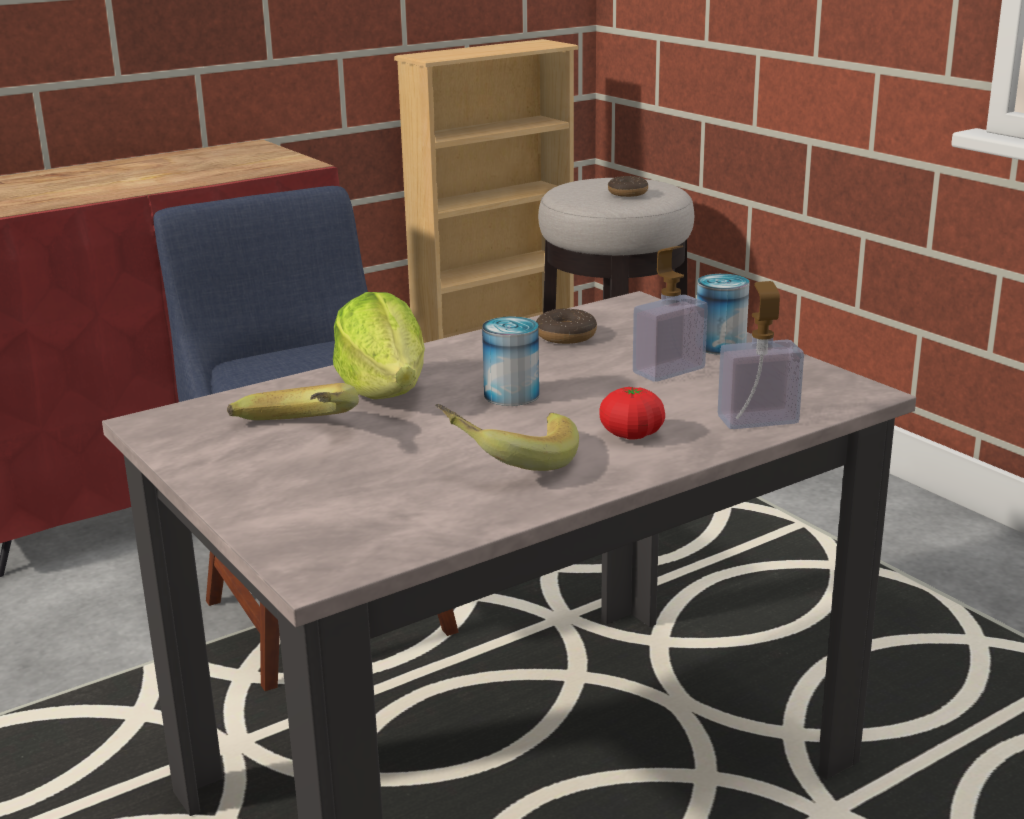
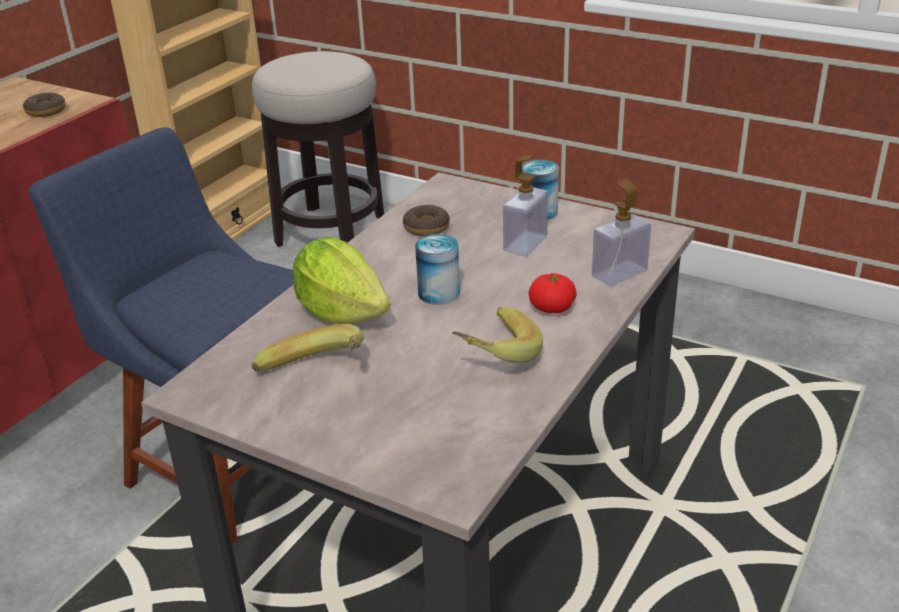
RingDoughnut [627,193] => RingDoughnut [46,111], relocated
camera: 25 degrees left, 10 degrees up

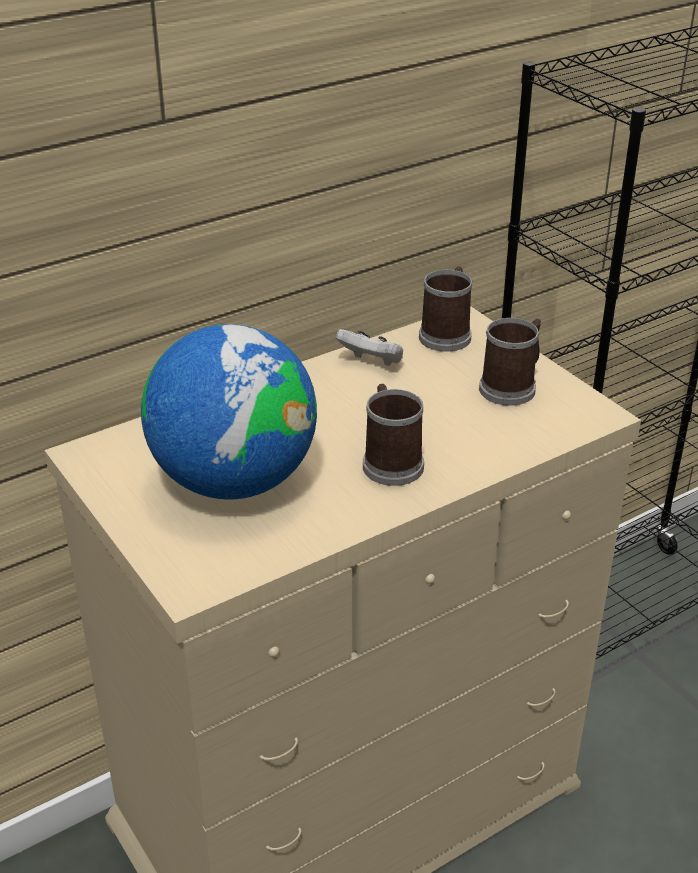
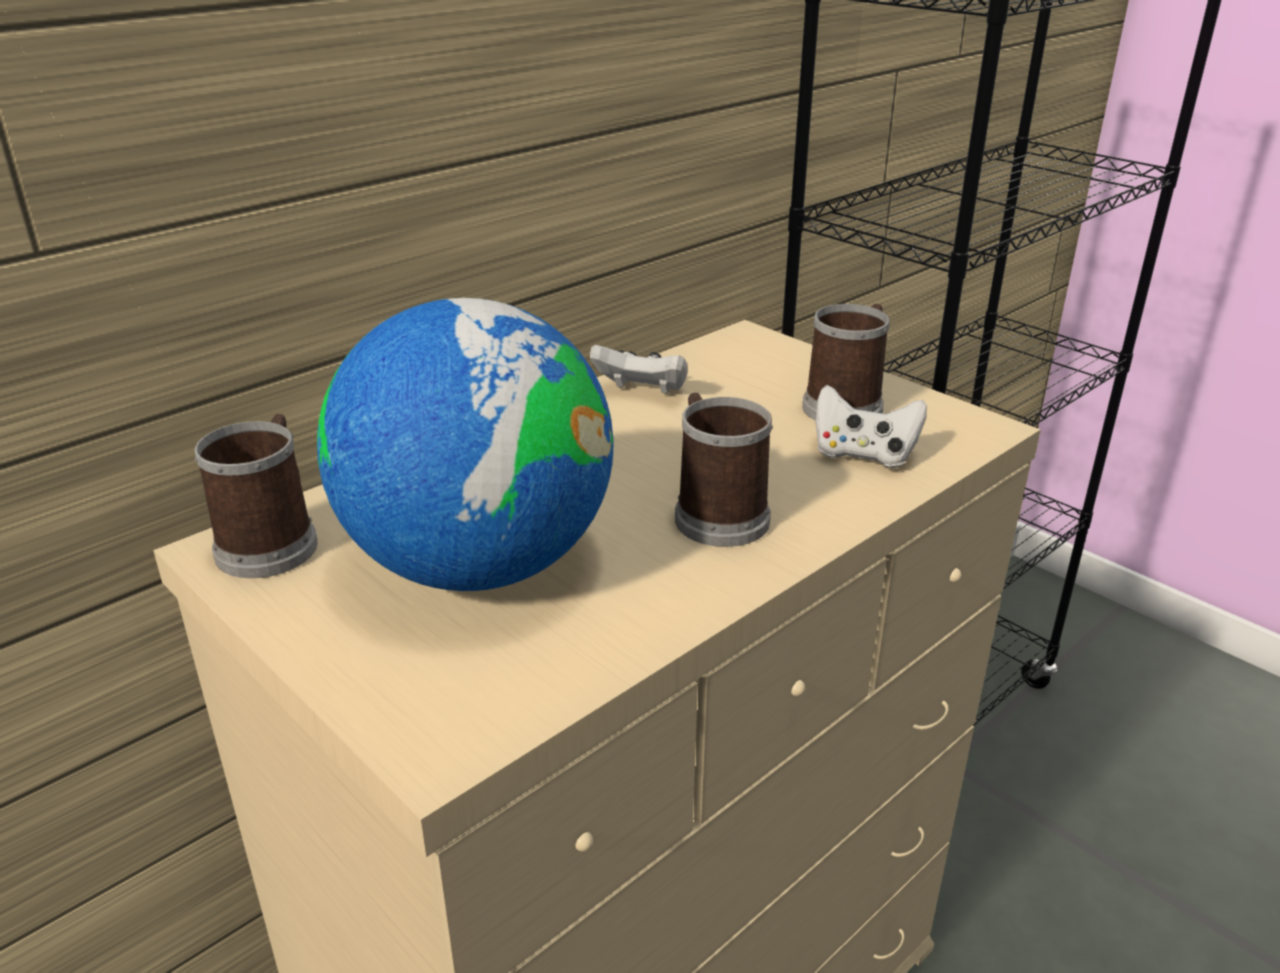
Mug [447,334] => Mug [272,542], relocated
nothing => WhiteJoypad [863,455]
camera: 10 degrees left, 5 degrees down

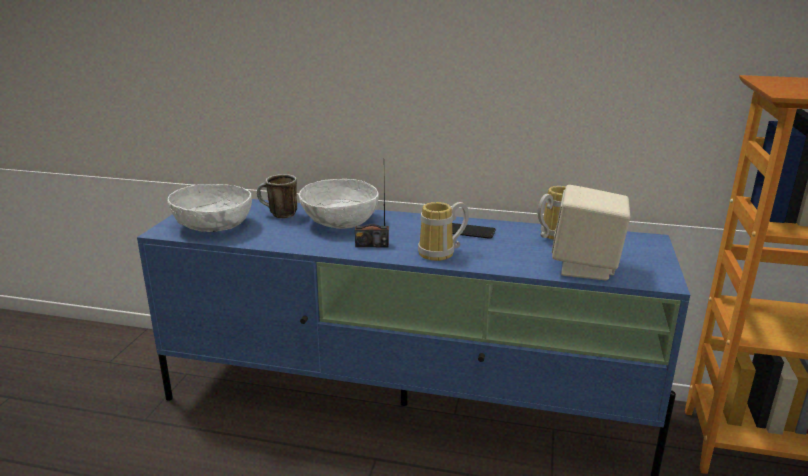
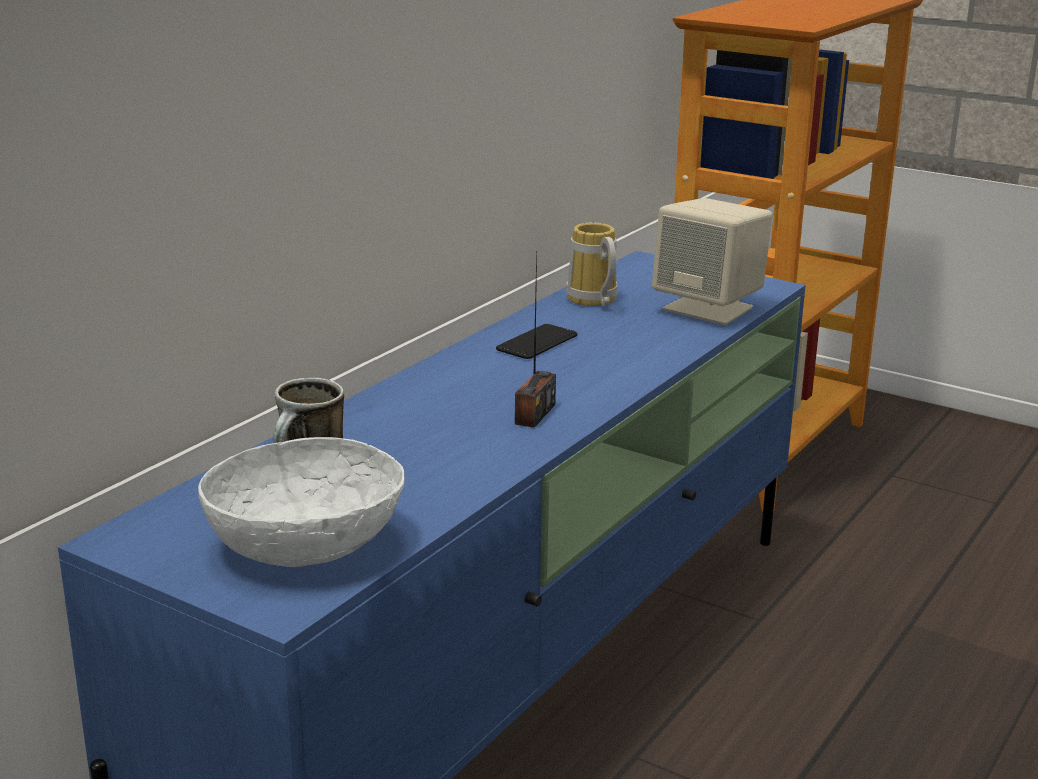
WhiteServingBowl [340,221] => nothing
Mug [441,254] => nothing
camera: 70 degrees left, 0 degrees up

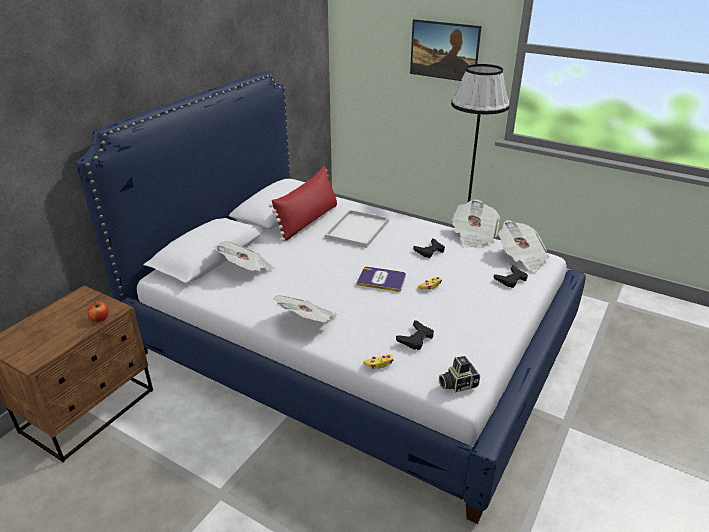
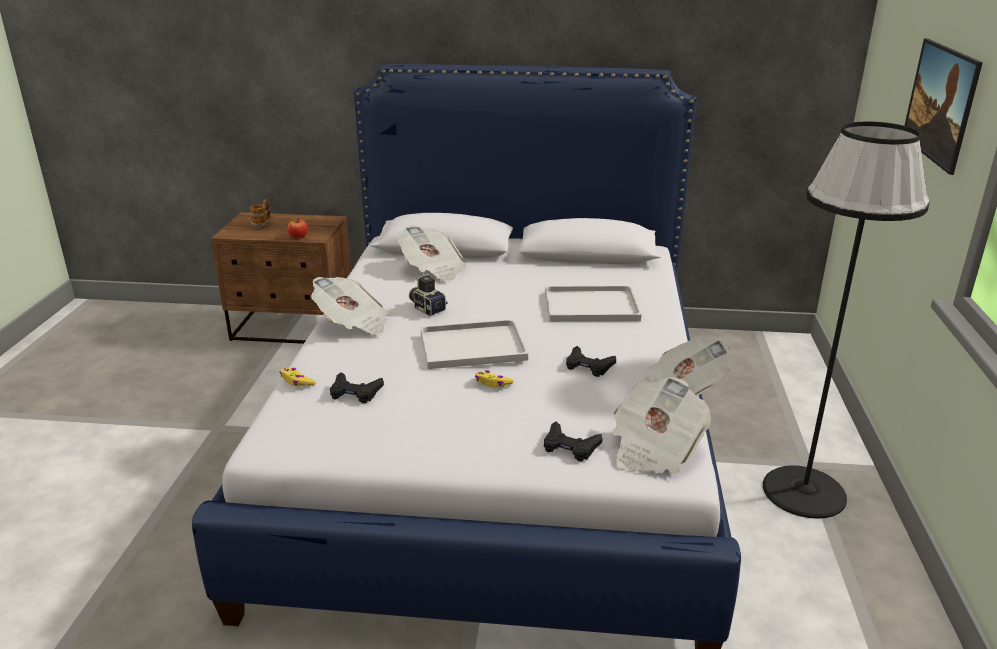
RedColouredCushion [308,221] => nothing
Volume [381,280] => WhiteServingTray [474,345]
PhotoCamera [457,384] => PhotoCamera [427,308], relocated
nothing => Mug [262,224]
camera: 65 degrees right, 5 degrees down

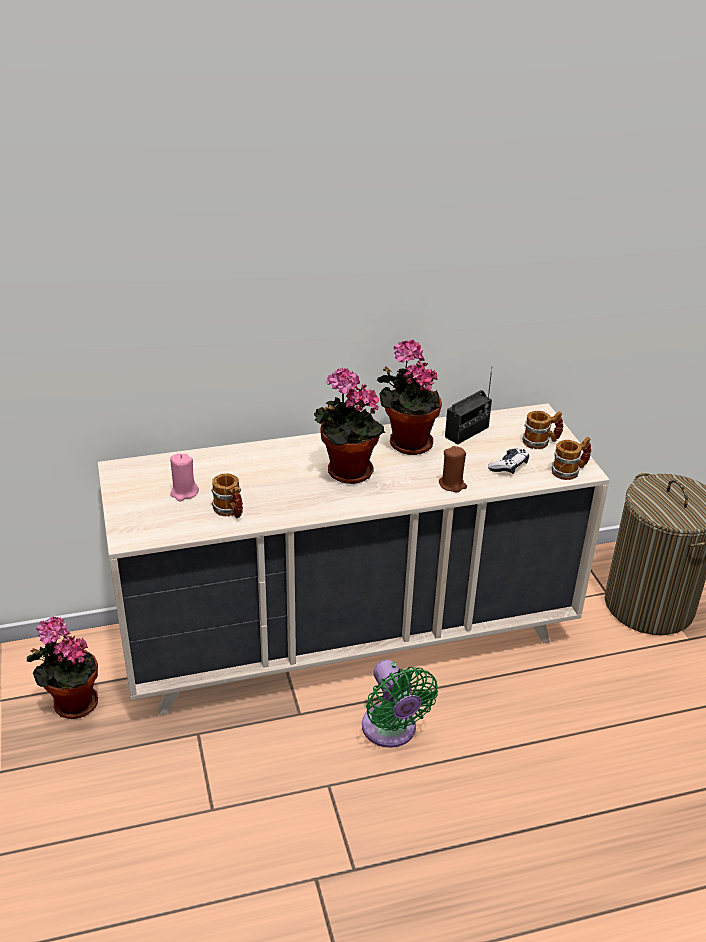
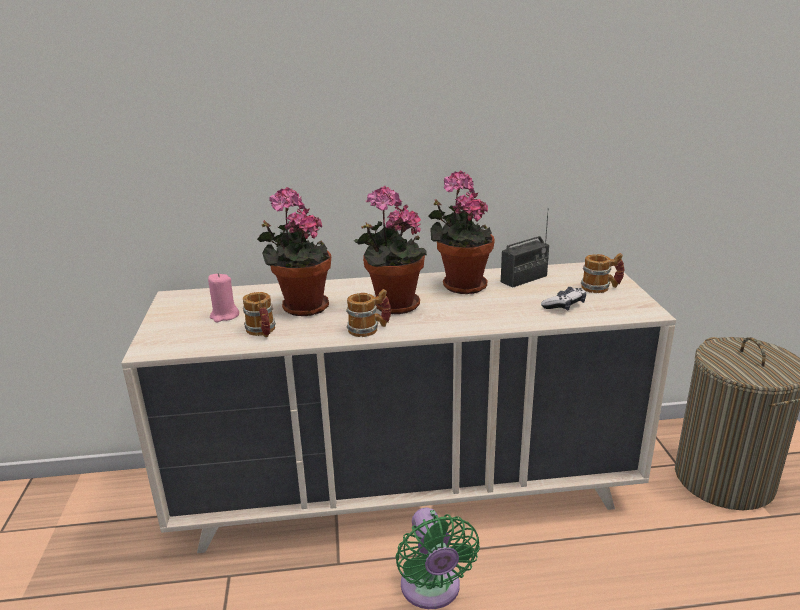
Houseplant [71,704] => Houseplant [301,307], relocated
BrownColouredWaxCandle [452,485] => nothing
Mug [570,471] => Mug [369,329], relocated
camera: 10 degrees right, 10 degrees down

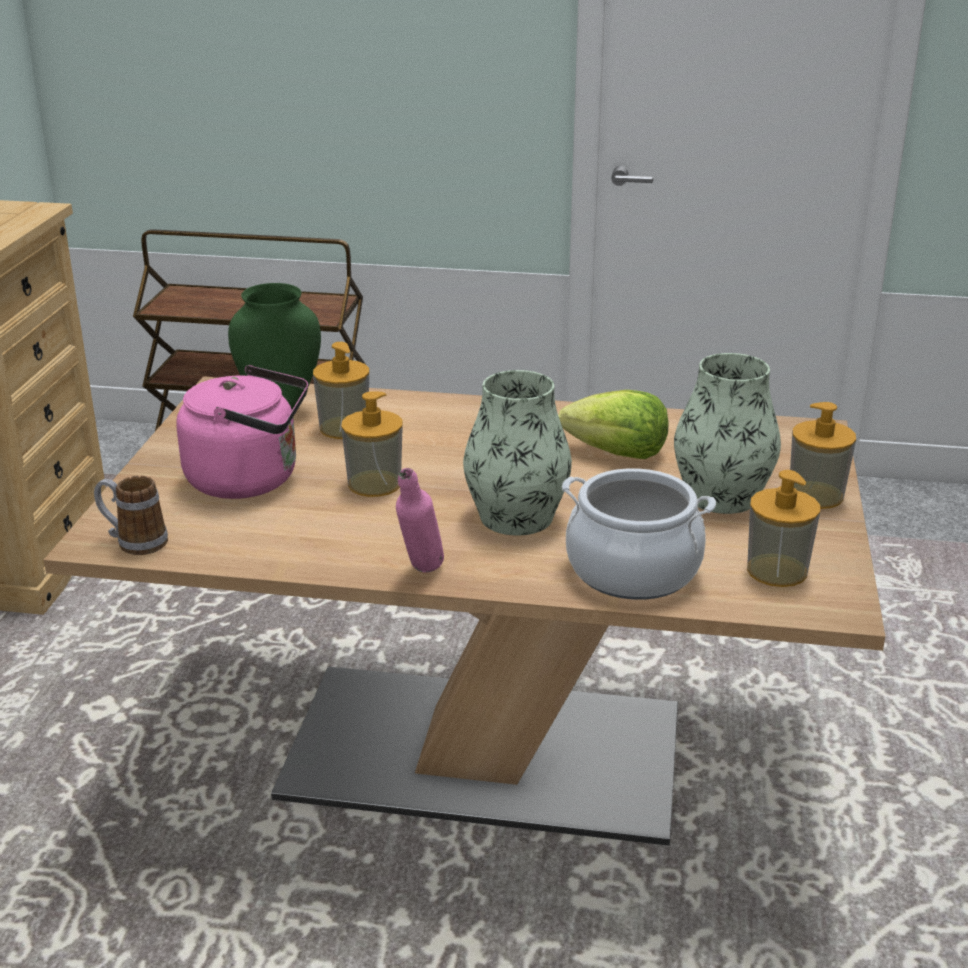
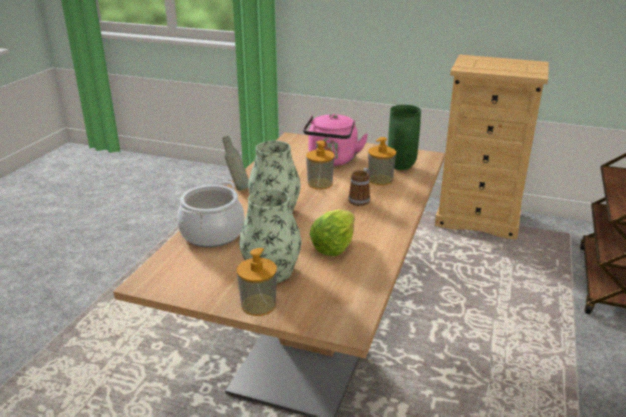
Mug [134,542] => Mug [361,199], relocated
PinkColouredBeverageBottle [420,574] => GreyBeverageBottle [237,188]
SoapDispenser [777,570] => nothing
camera: 100 degrees right, 0 degrees up

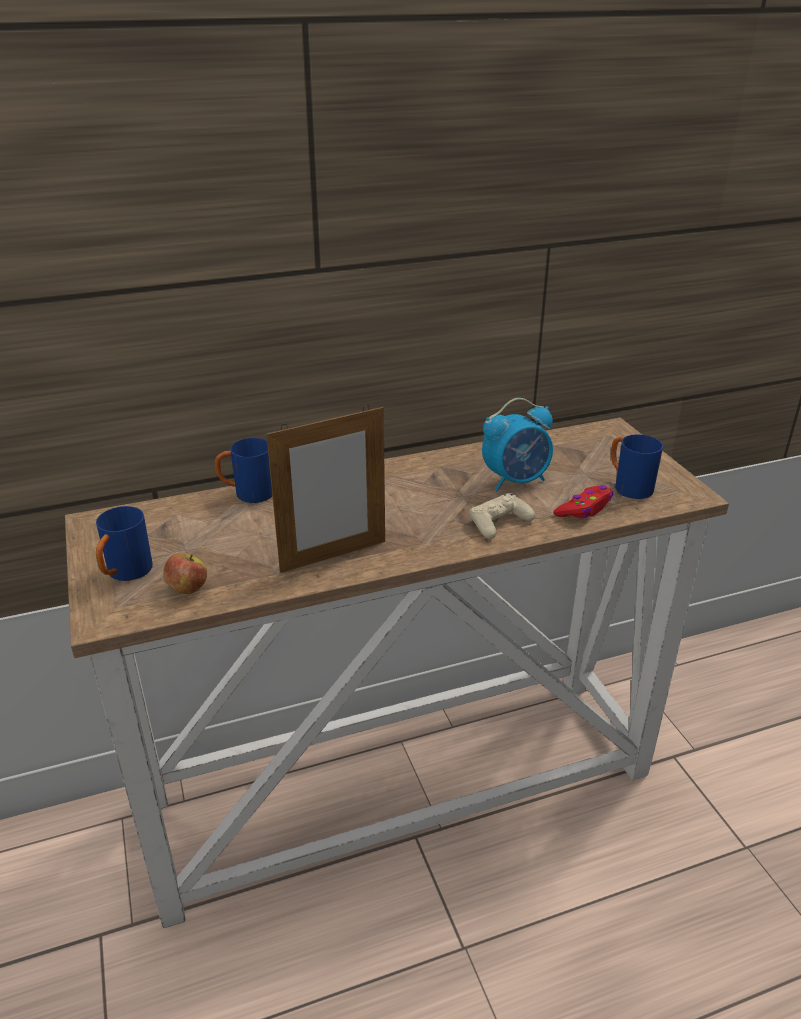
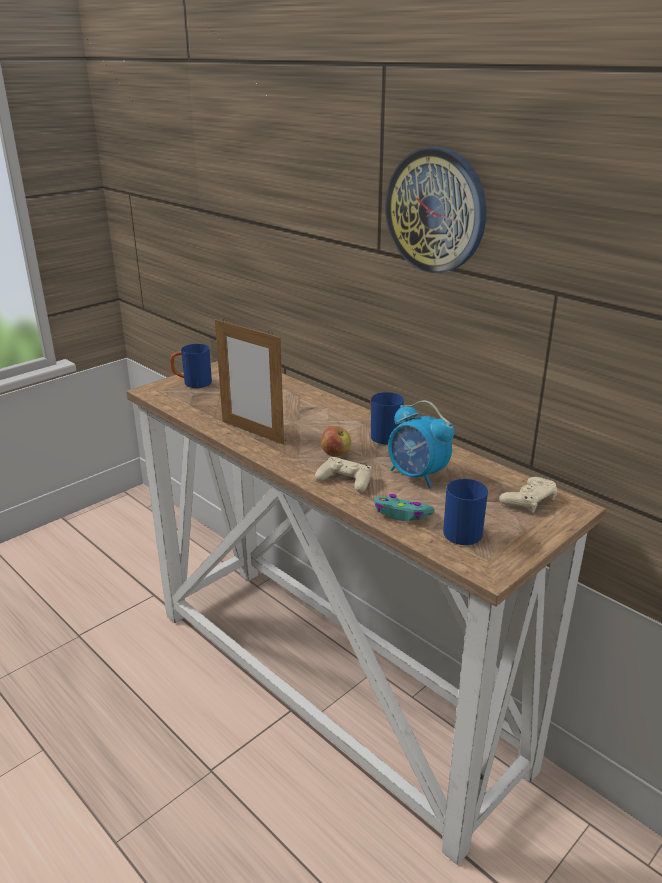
Apple [187,589] => Apple [335,454], relocated
BluishMug [247,494] => BluishMug [382,435], relocated
RedColouredJoypad [584,509] => TurquoiseColouredJoypad [402,514]
nothing => WallClock [436,211]
nothing => BeigeJoypad [529,500]
camera: 65 degrees right, 5 degrees down

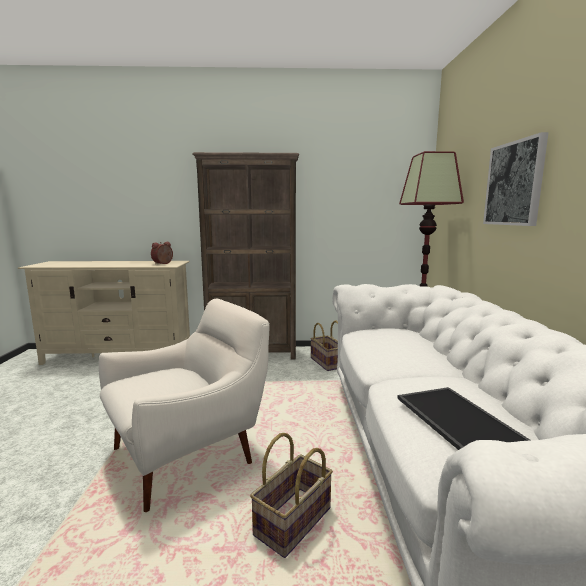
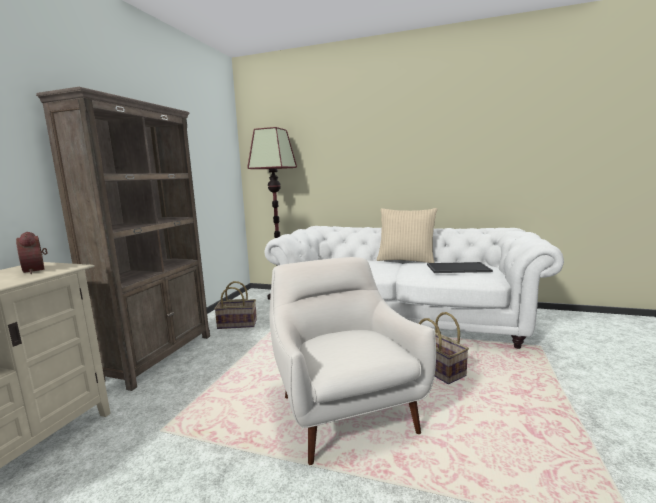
WallArt [514,183] => nothing
nothing => BeigeCushion [406,260]
camera: 70 degrees left, 0 degrees up

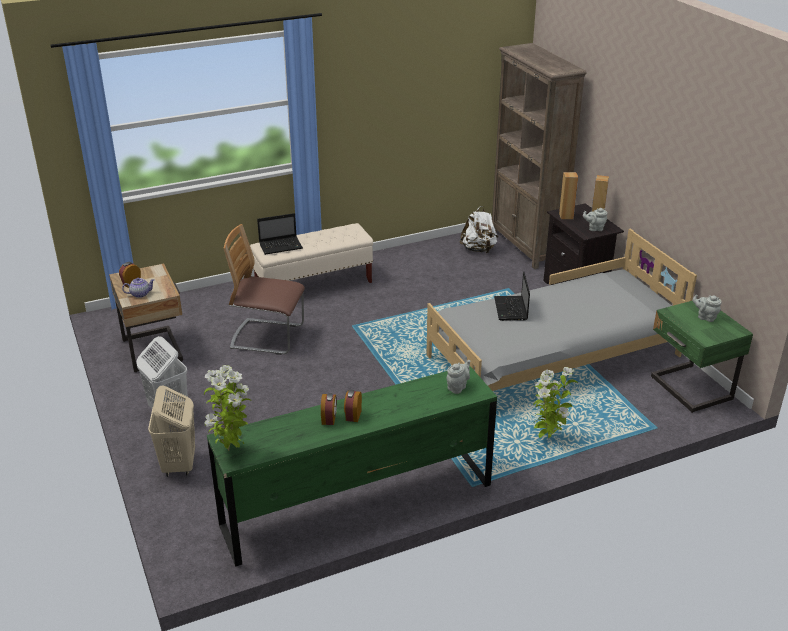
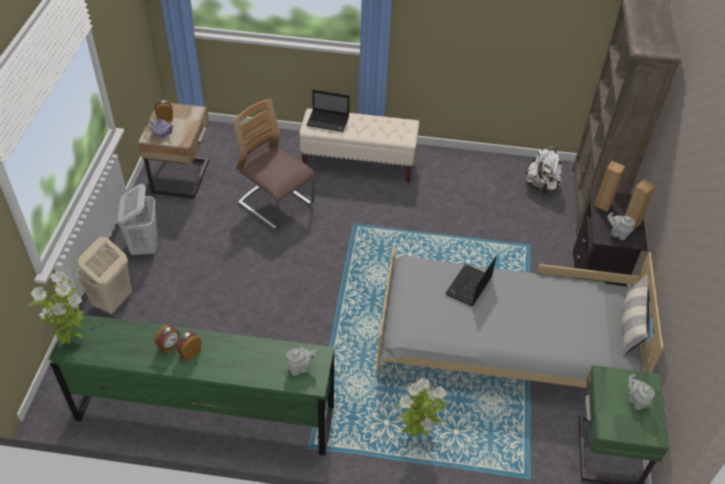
nothing => Cushion [631,324]
camera: 30 degrees right, 15 degrees up

